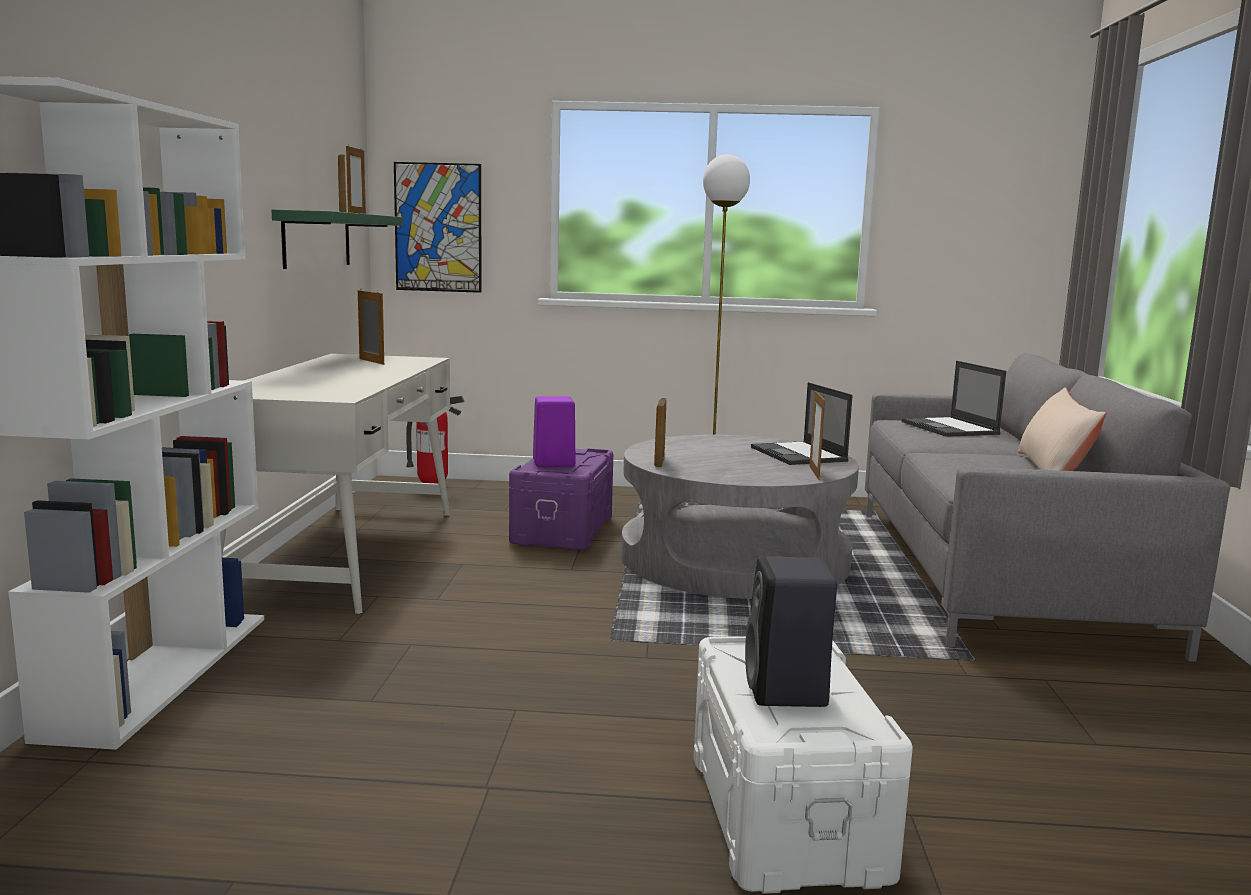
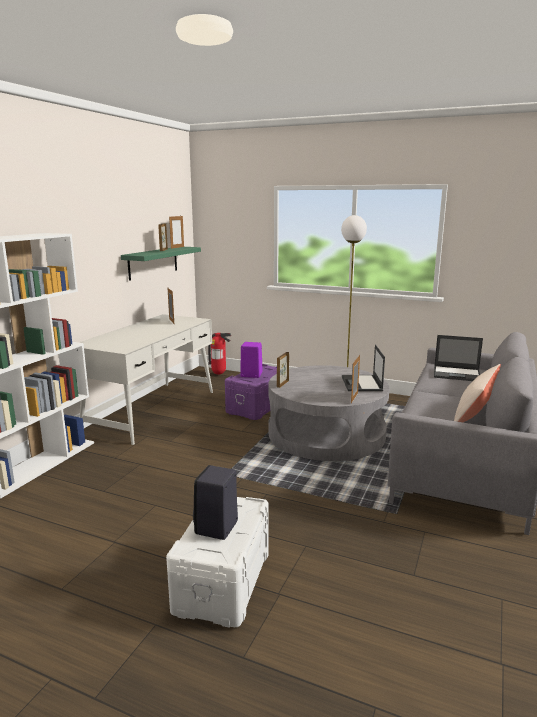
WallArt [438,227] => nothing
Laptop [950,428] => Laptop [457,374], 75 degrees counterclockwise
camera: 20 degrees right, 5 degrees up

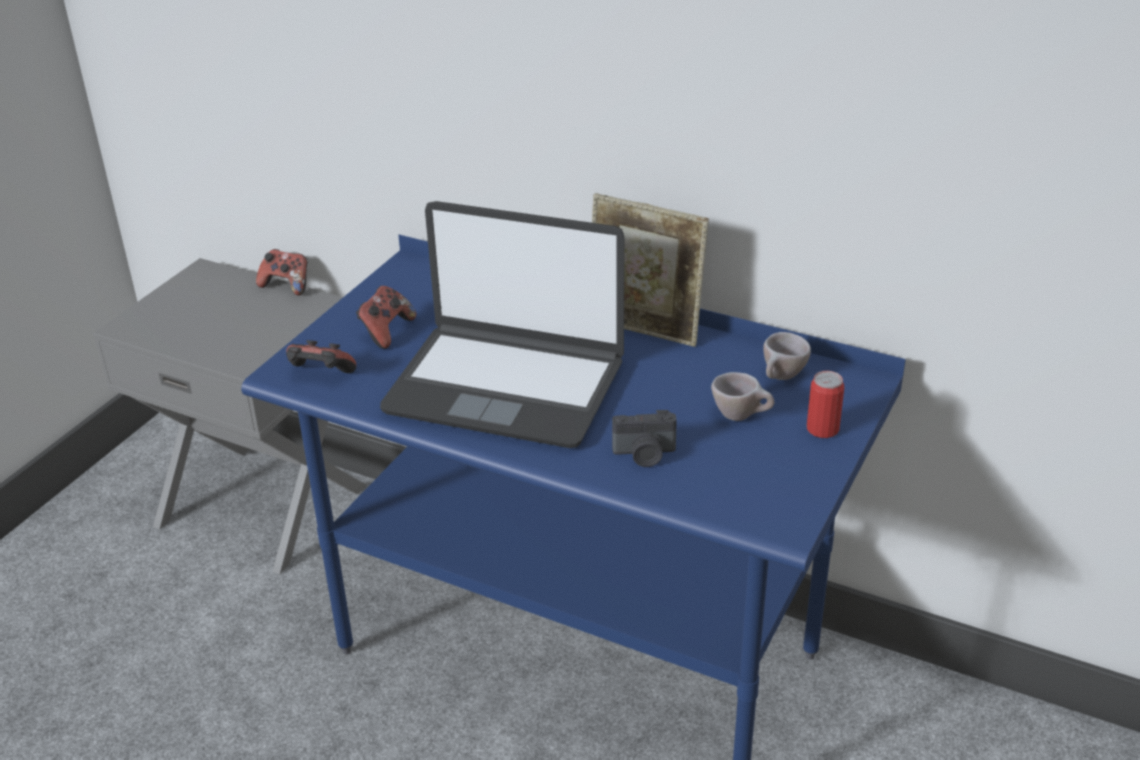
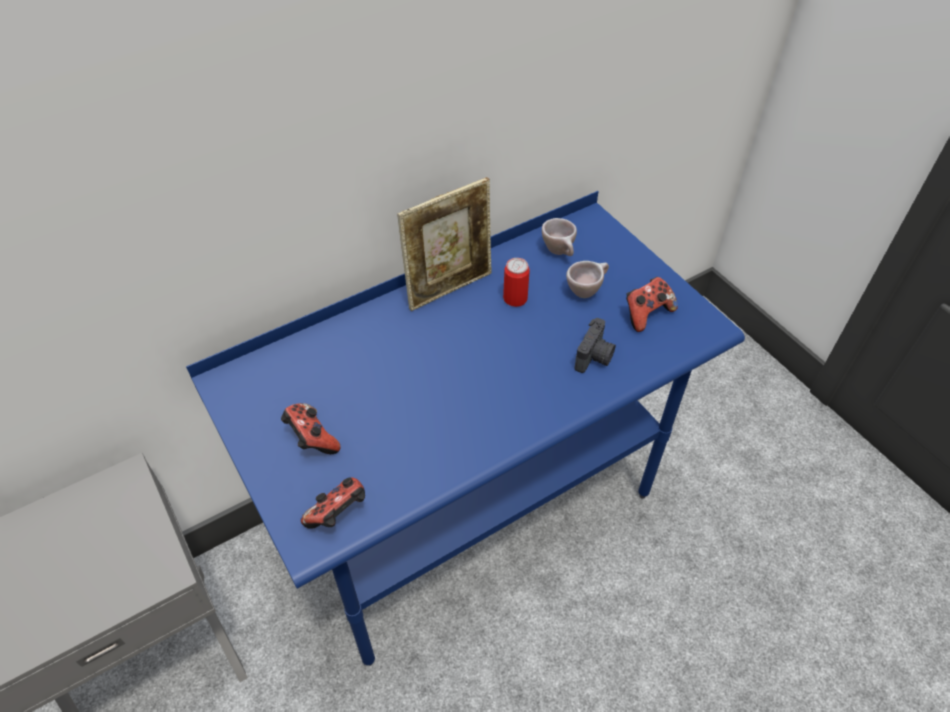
Joypad [286,285] => Joypad [646,314], relocated
Laptop [506,386] => nothing
Can [822,429] => Can [515,298], relocated
camera: 60 degrees left, 15 degrees up

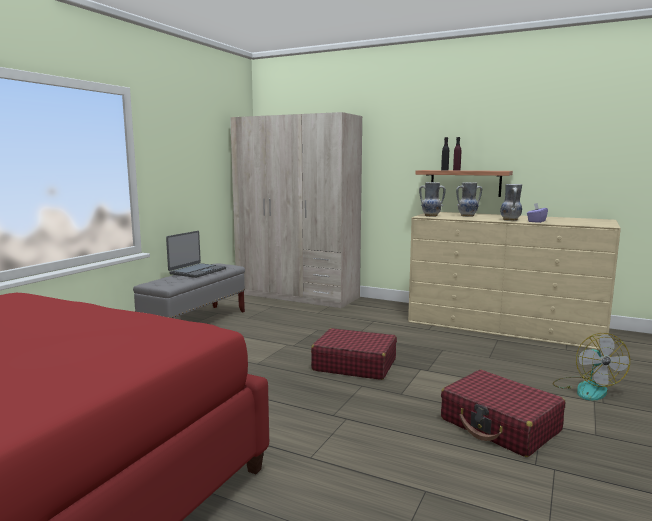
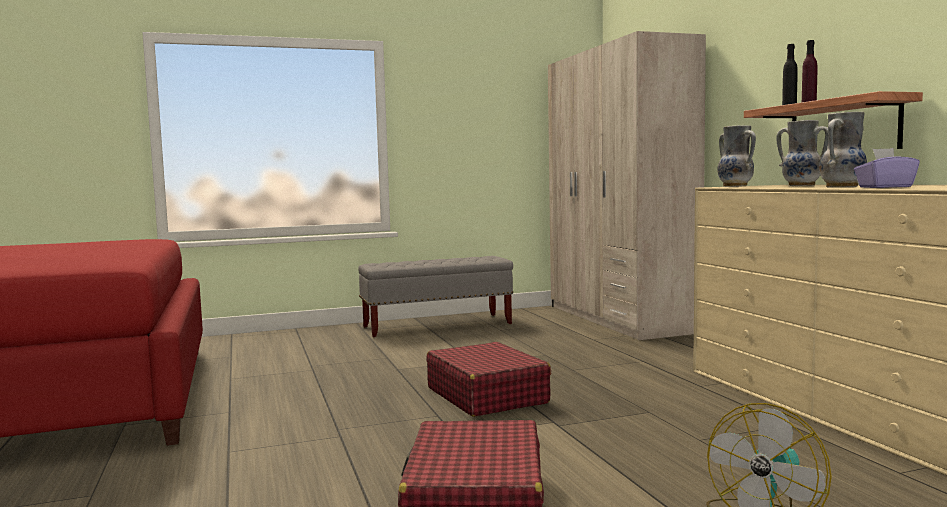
Laptop [197,271] => nothing
camera: 45 degrees right, 5 degrees down

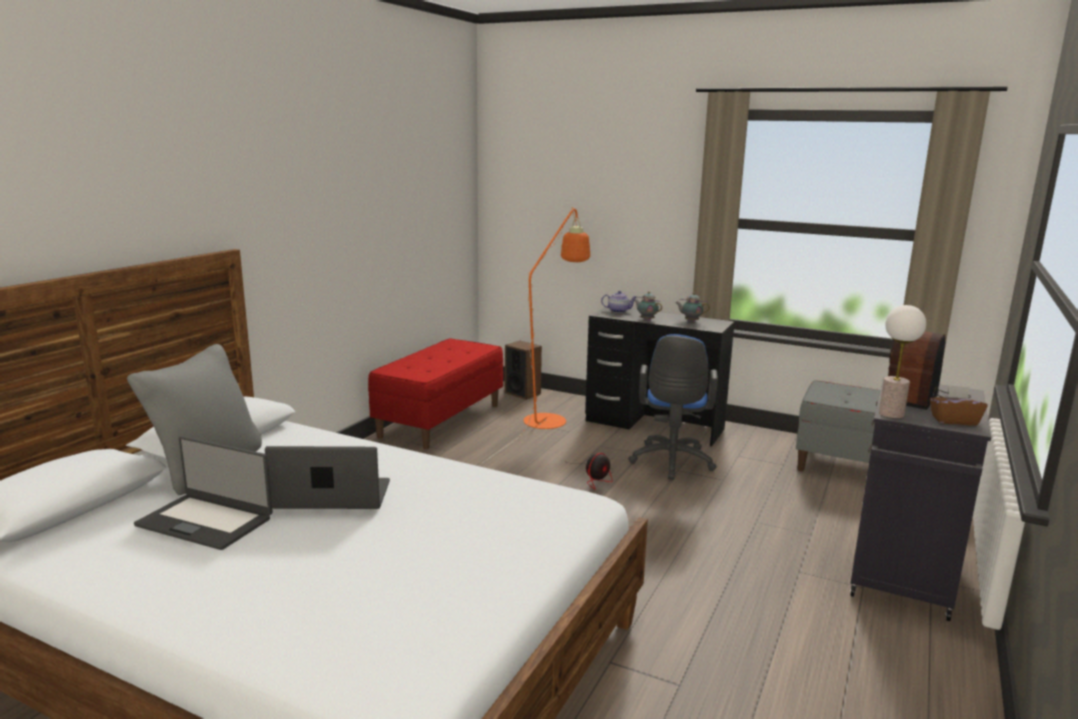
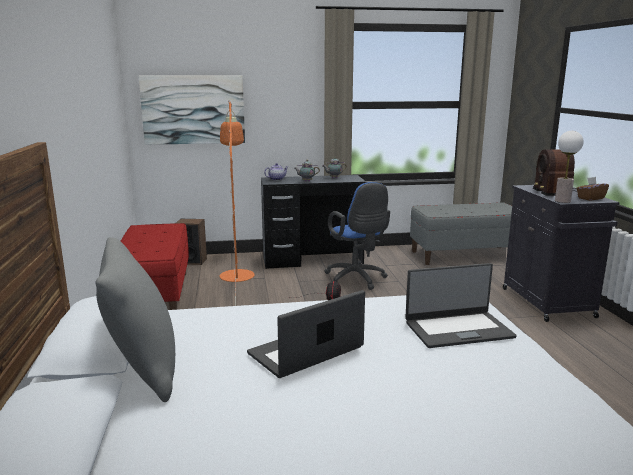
Laptop [206,521] => Laptop [458,329], relocated
nothing => WallArt [193,110]
camera: 35 degrees left, 0 degrees up

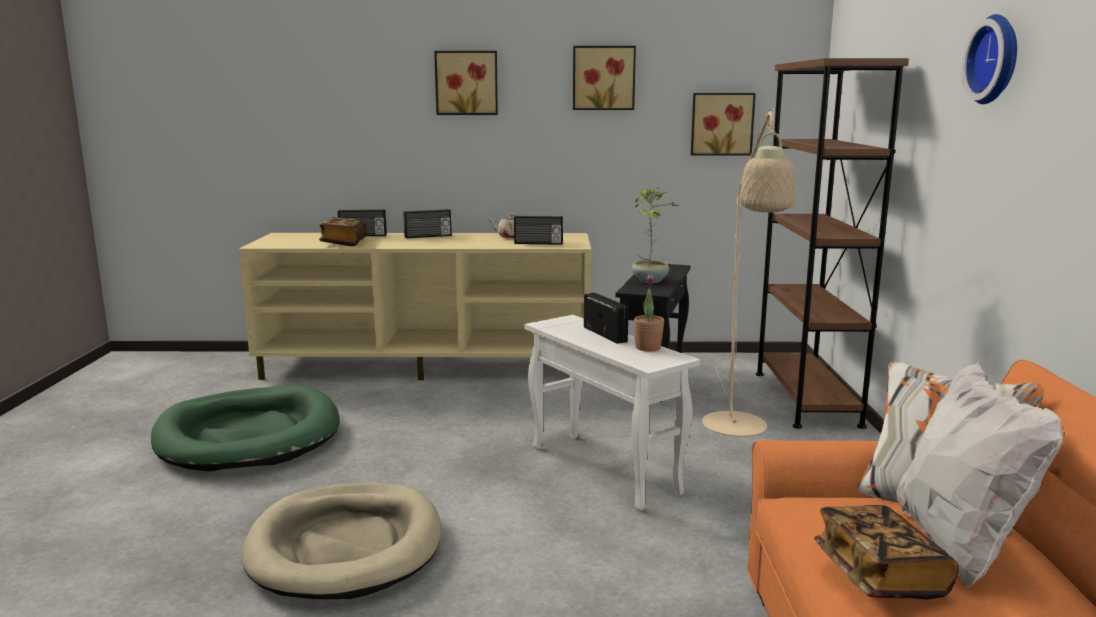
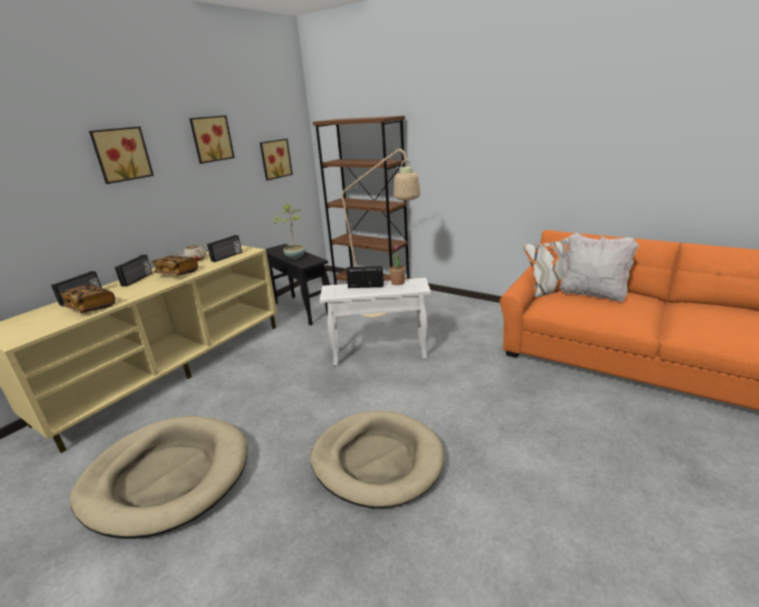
GreenishDogBed [248,435] => BeigeDogBed [166,477]
Volume [879,575] => Volume [177,273], relocated
WallClock [997,59] => nothing
camera: 55 degrees left, 10 degrees up

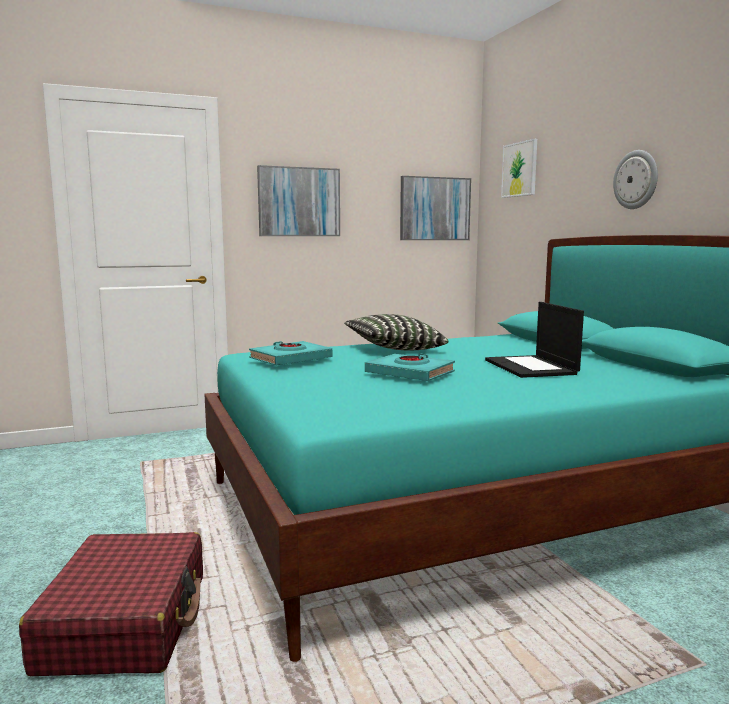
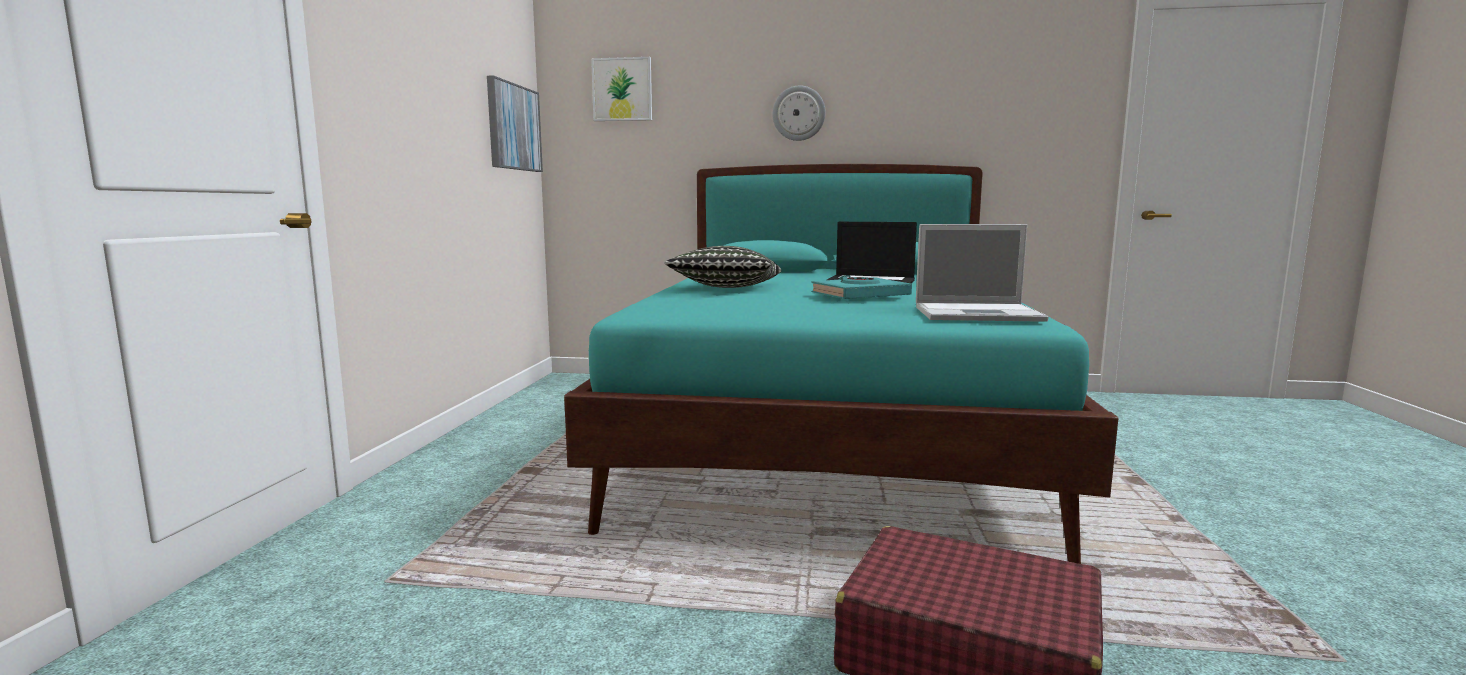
TurquoiseColouredVolume [290,359] => nothing
WallArt [299,202] => nothing
nothing => Laptop [979,314]
camera: 60 degrees left, 0 degrees up

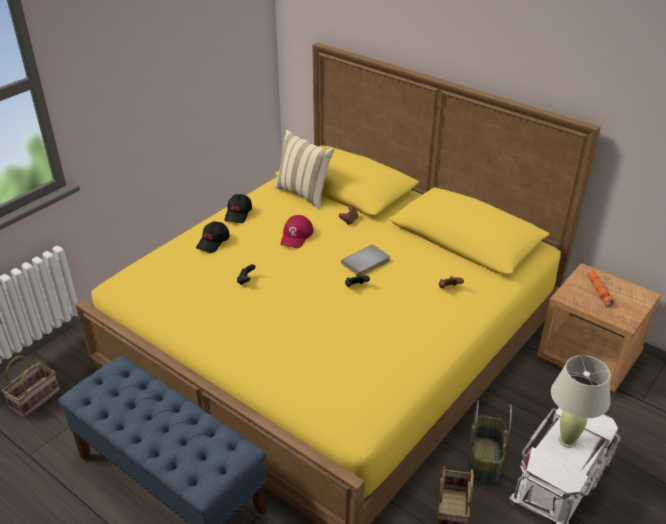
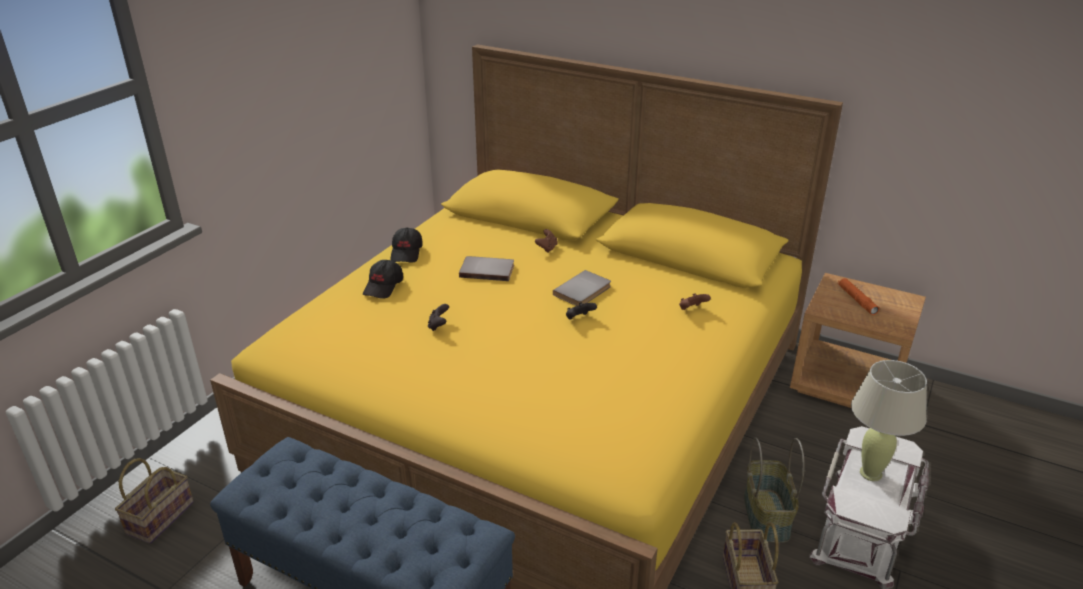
BeigeCushion [304,193] => nothing
RedColouredCap [296,236] => GreyVolume [487,270]
camera: 10 degrees left, 5 degrees down

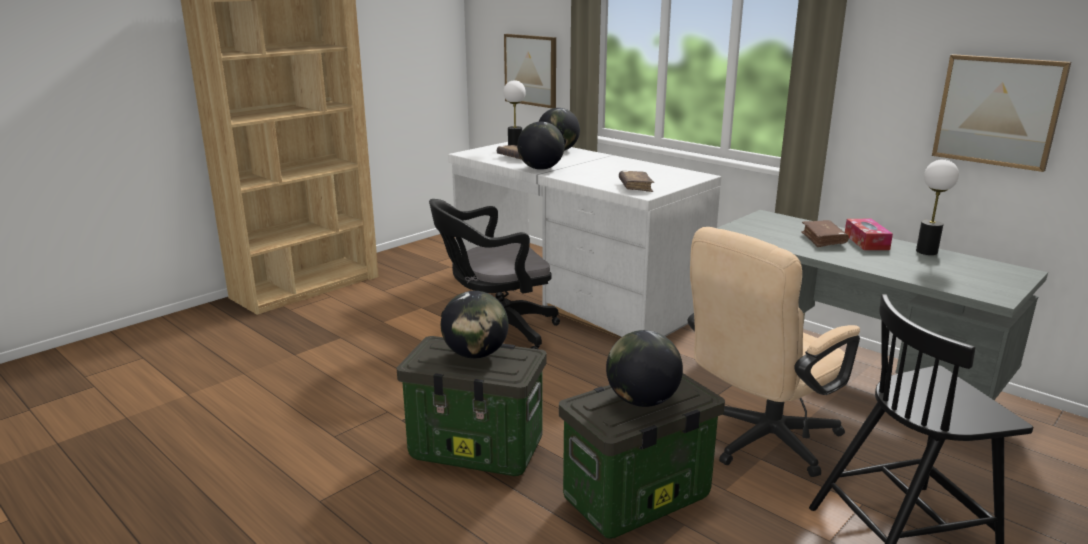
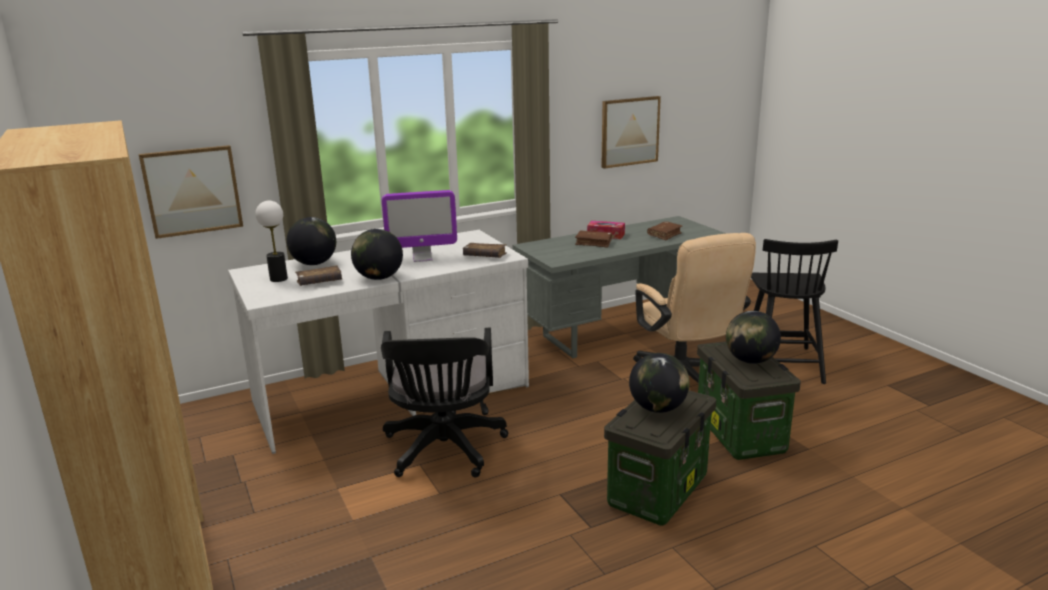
TabletopLamp [926,251] => nothing
nothing => Monitor [422,258]
nothing => BrownColouredVolume [664,235]
camera: 70 degrees left, 0 degrees up

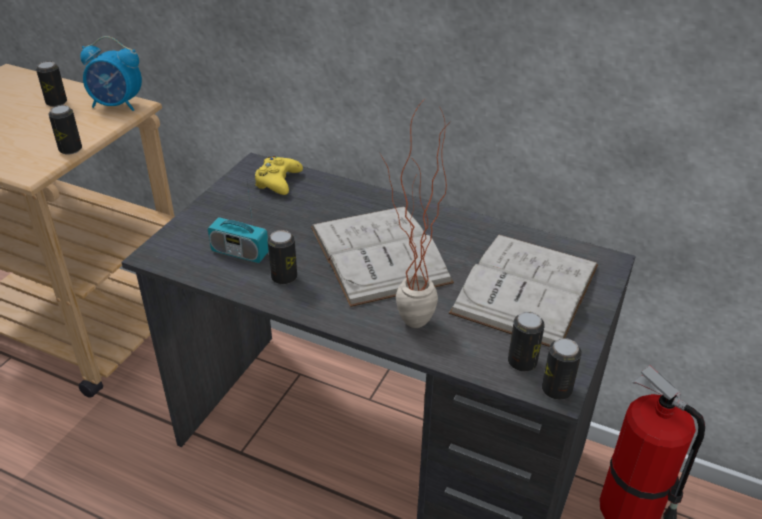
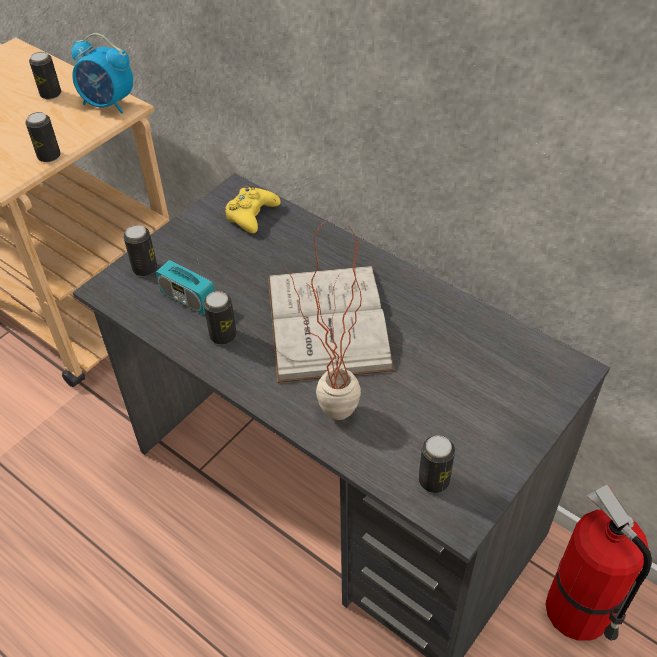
WhiteVolume [526,289] => nothing
Can [556,390] => Can [145,268], relocated
camera: 15 degrees right, 10 degrees up

